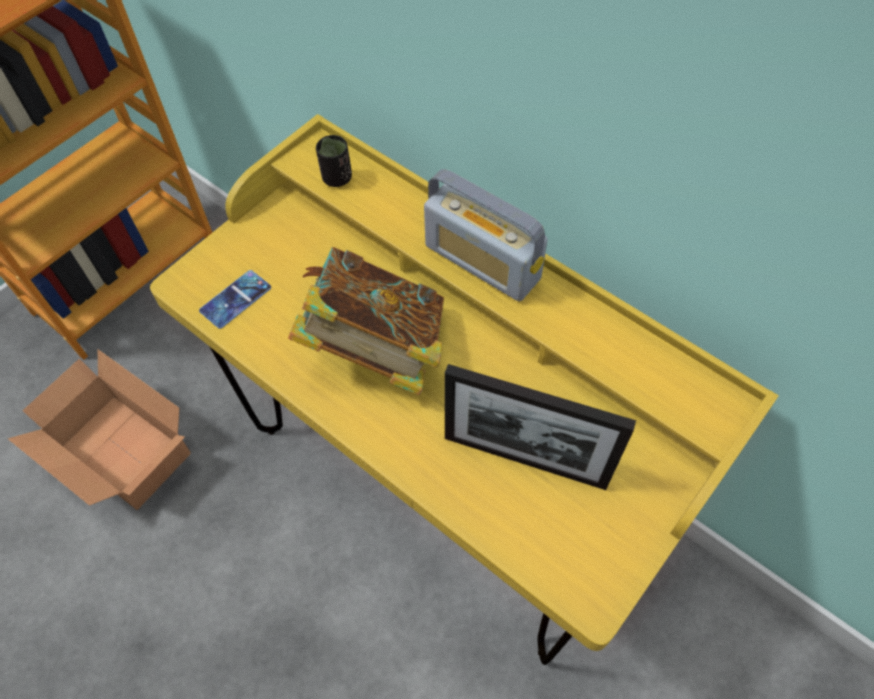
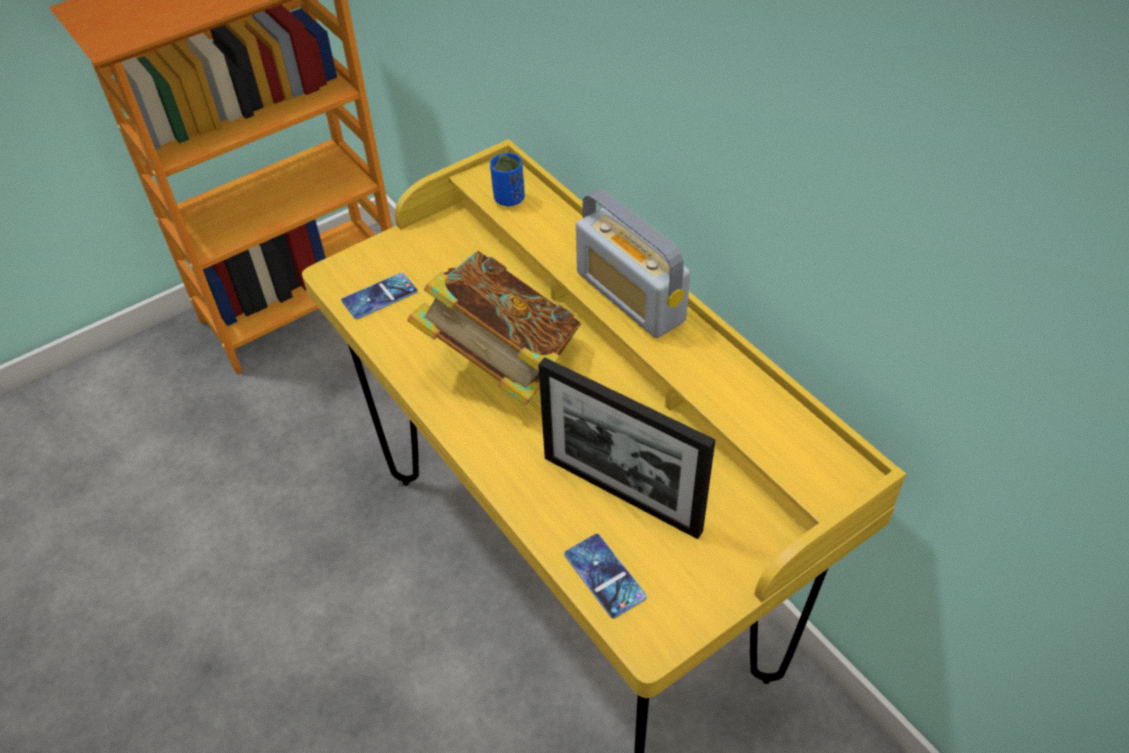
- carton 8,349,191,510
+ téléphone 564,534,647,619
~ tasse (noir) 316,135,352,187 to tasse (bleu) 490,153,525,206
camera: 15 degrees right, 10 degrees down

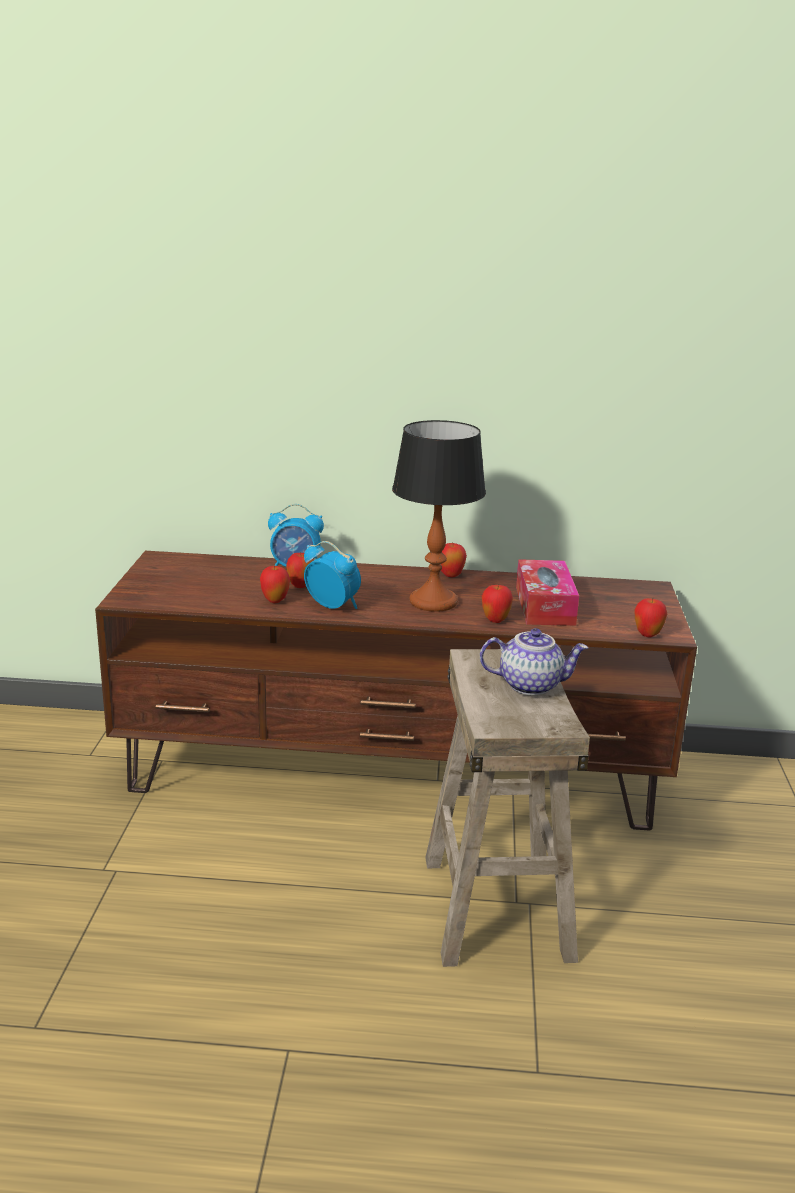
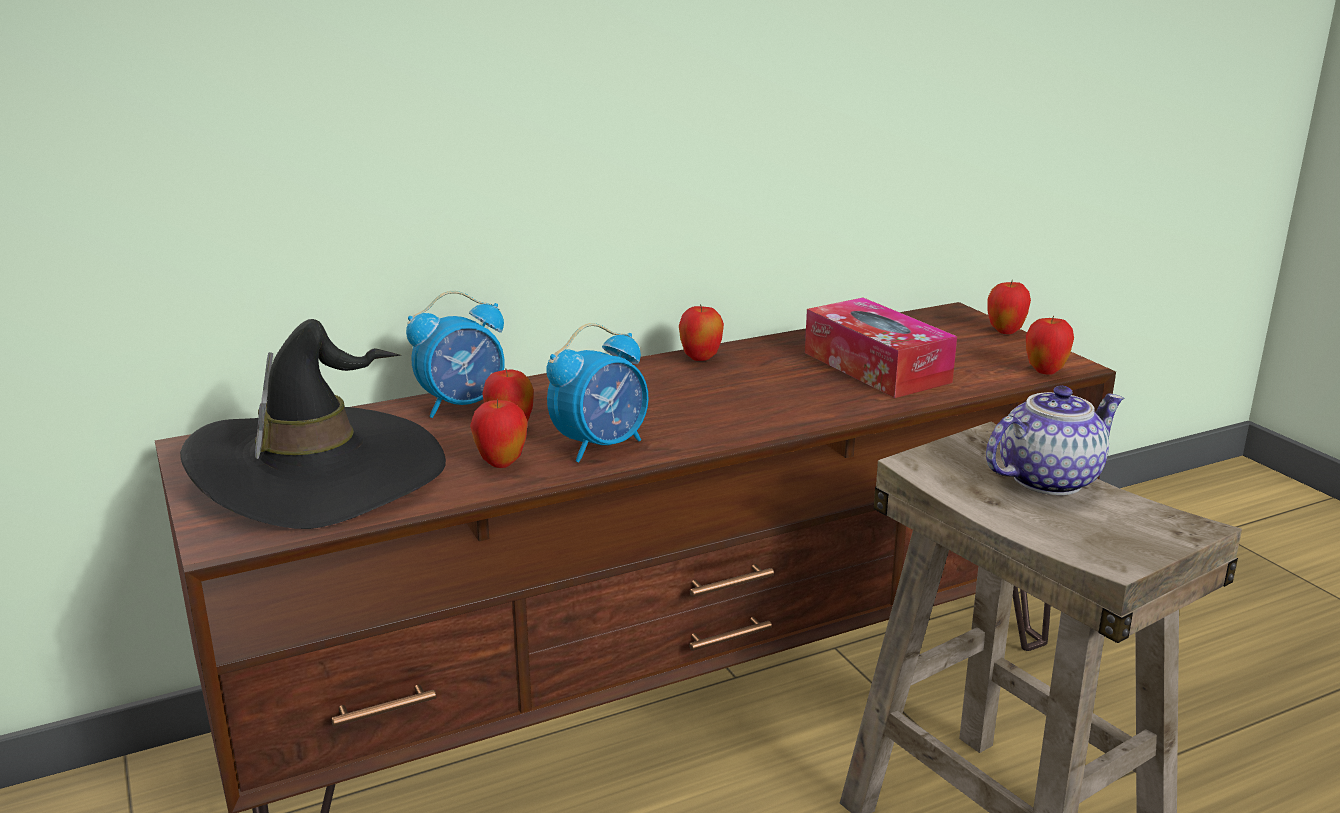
- lampe de table 392,420,486,612
+ chapeau (noir) 180,319,446,529
~ pomme 482,584,513,623 to 988,280,1031,334
~ réveil 304,541,361,609 = 546,323,648,462 135 degrees clockwise
camera: 30 degrees left, 0 degrees up

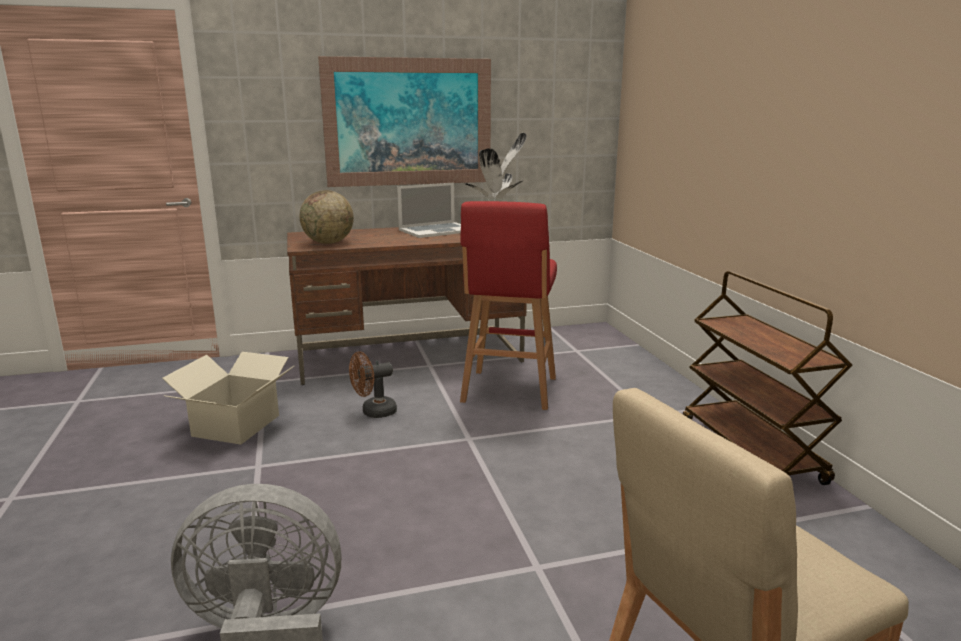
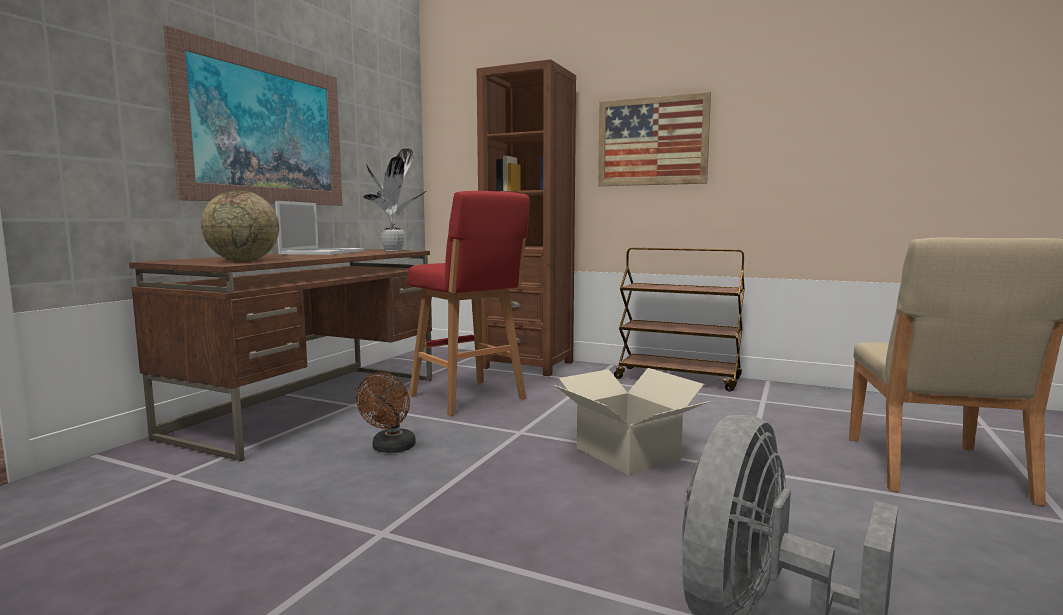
+ bibliothèque (marron) 477,59,576,376
+ tableau 598,92,711,186
~ carton 162,352,294,445 to 554,368,710,475
camera: 50 degrees left, 10 degrees down

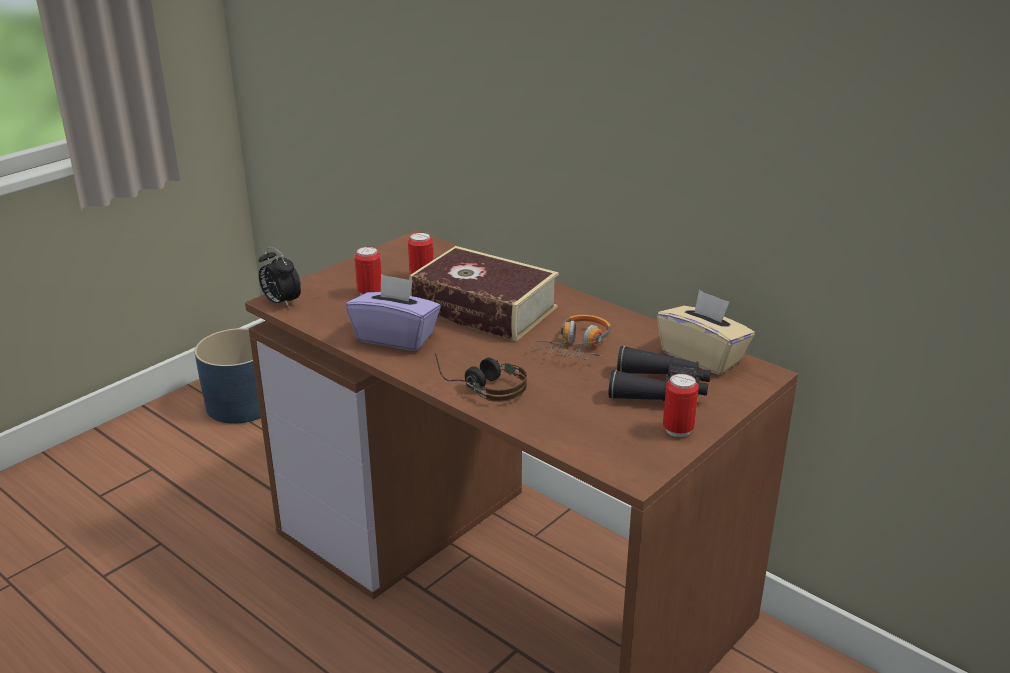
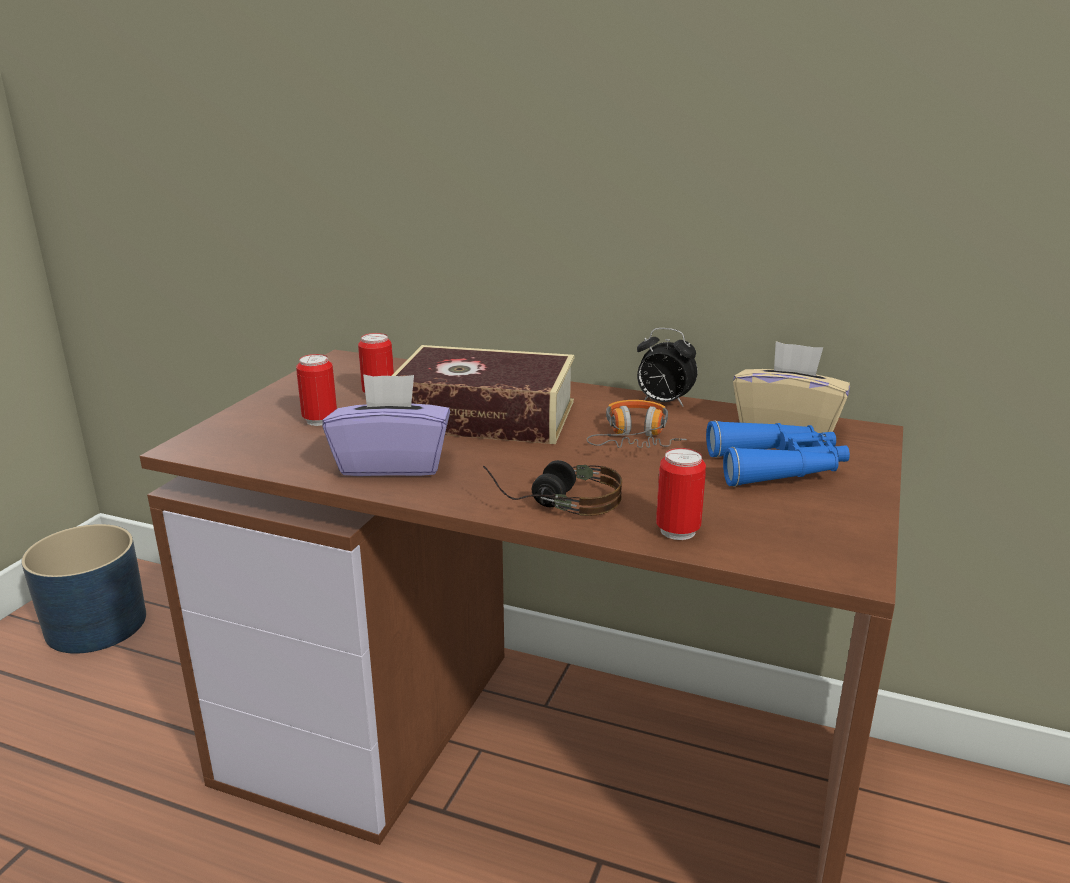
~ réveil 259,247,301,308 to 637,328,698,406
~ boîte métallique 663,373,699,437 to 656,448,706,540
~ jumelles (noir) 609,346,711,401 to jumelles (bleu) 706,420,850,487
camera: 20 degrees left, 5 degrees down

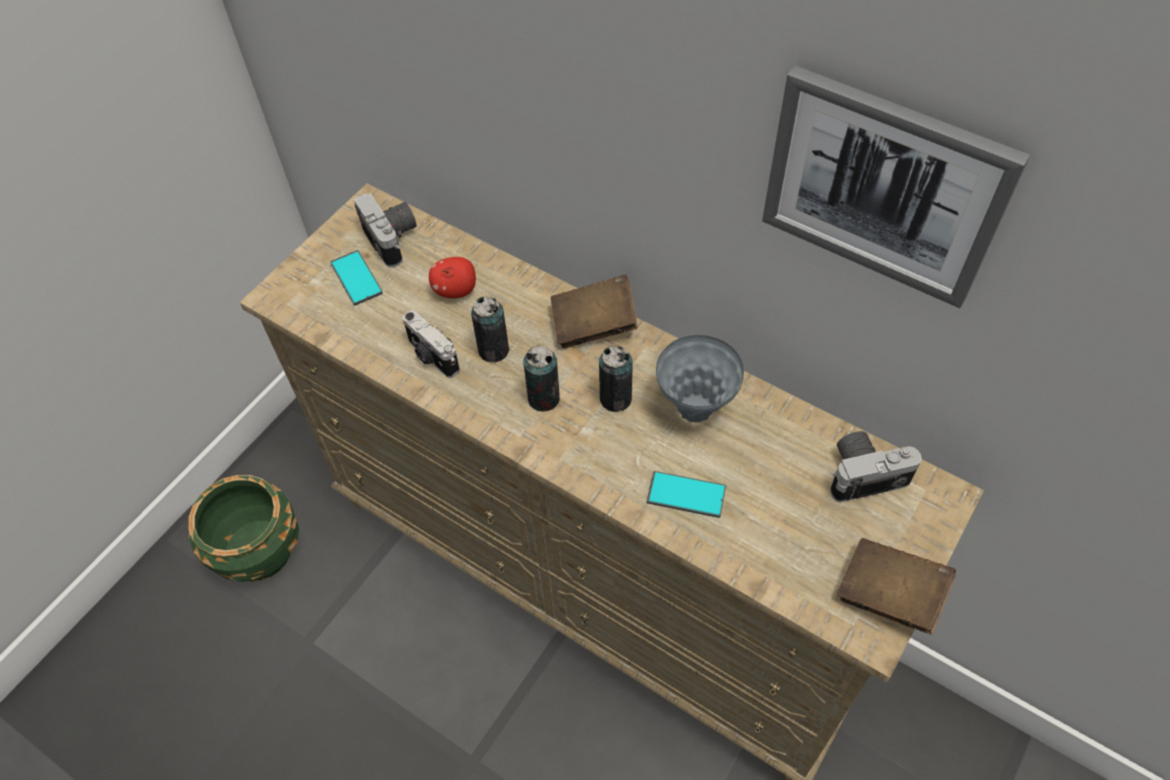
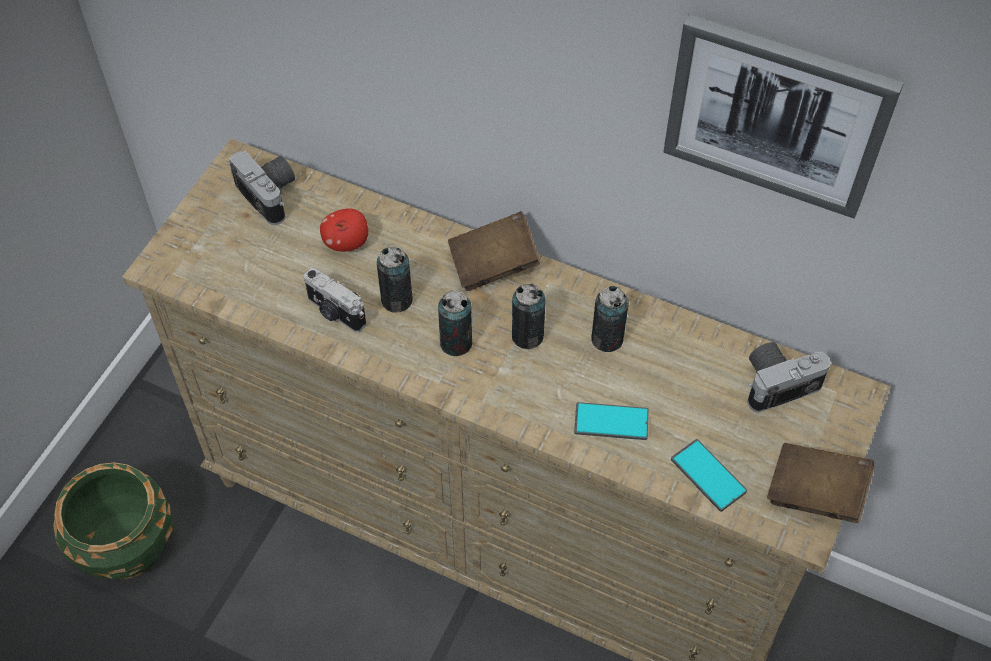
~ téléphone 330,250,383,306 to 671,439,747,512
~ vase (gris) 656,335,744,423 to boîte métallique 591,286,629,352
camera: 10 degrees left, 0 degrees up

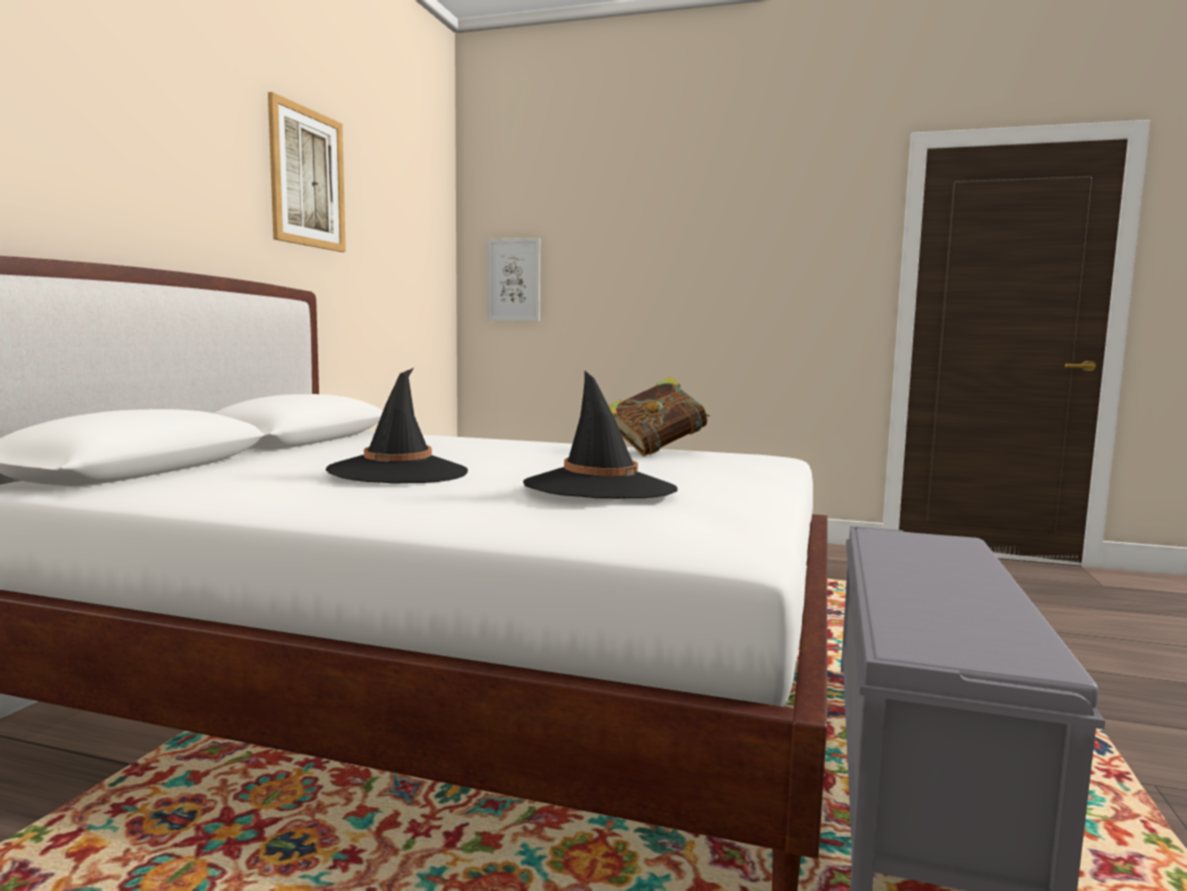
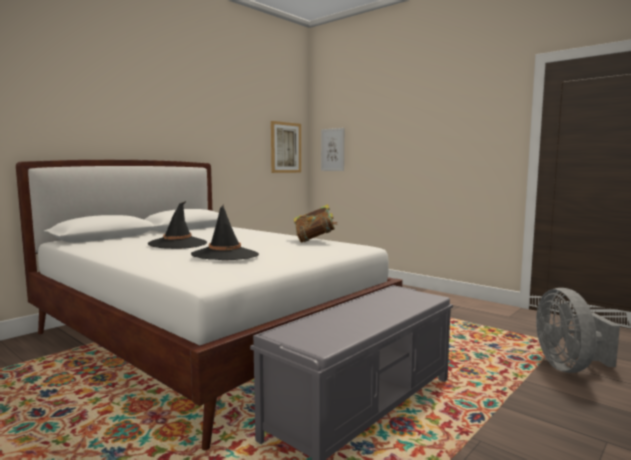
+ ventilateur (gris) 536,288,620,373
~ tableau 268,92,346,252 to 271,121,301,173
camera: 25 degrees right, 0 degrees up

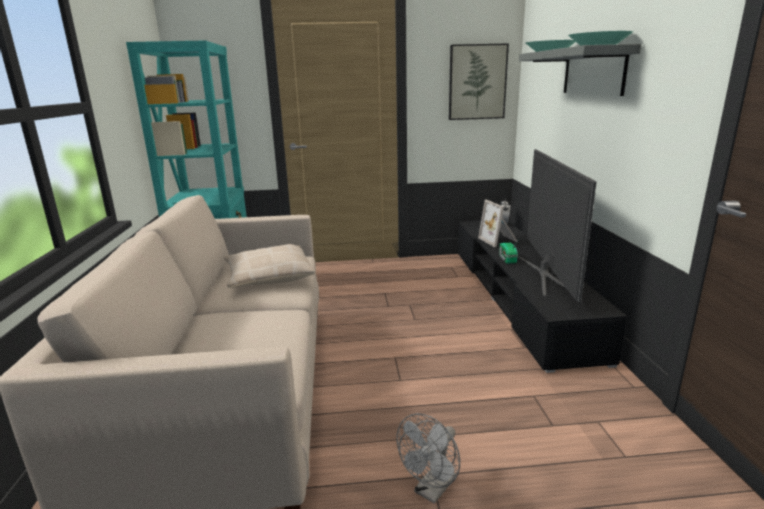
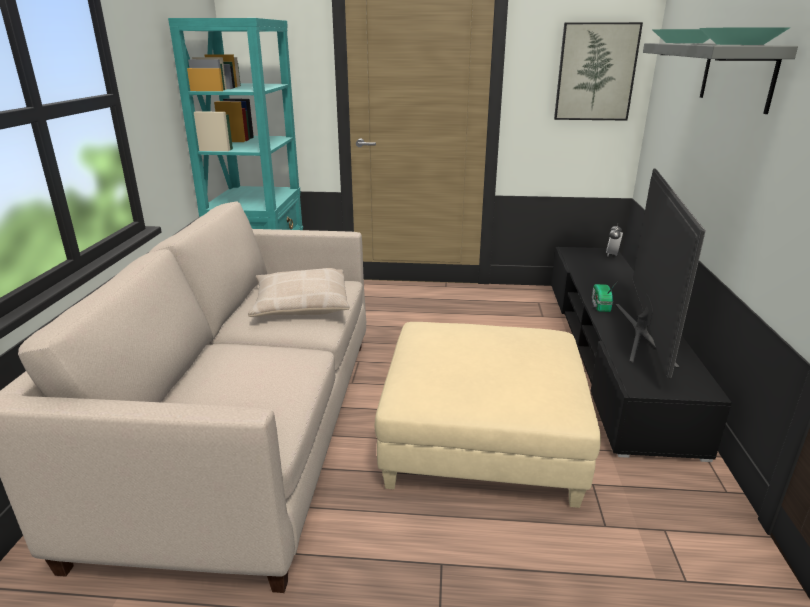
- ventilateur (gris) 396,413,460,504
- cadre photo 478,200,518,247
+ pouf (beige) 375,322,601,508
camera: 10 degrees right, 5 degrees up

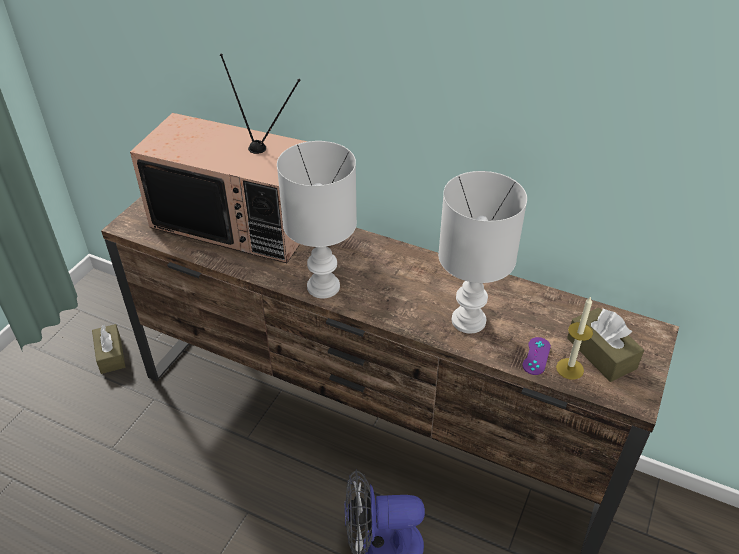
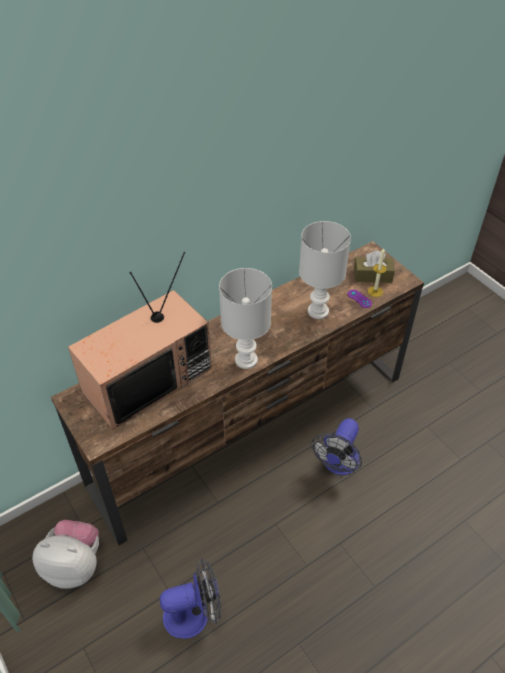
+ ventilateur 160,558,221,639
~ boîte à mouchoirs (marron) 92,324,126,374 to peluche 33,520,99,589
camera: 60 degrees left, 5 degrees up

